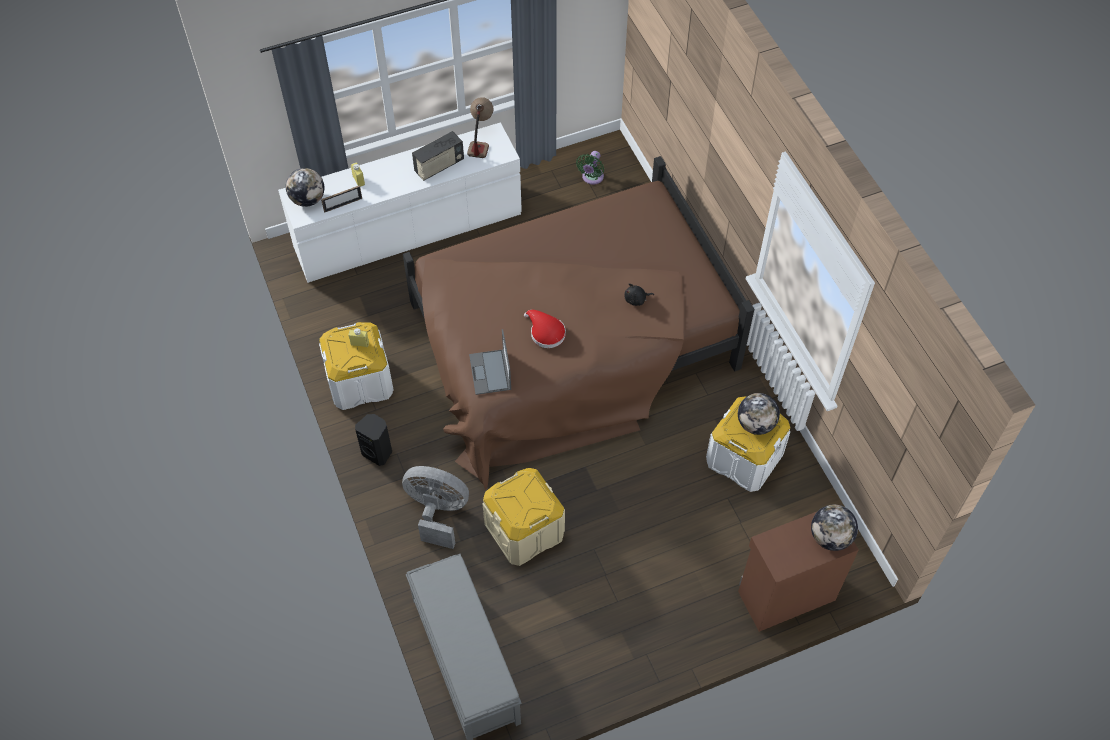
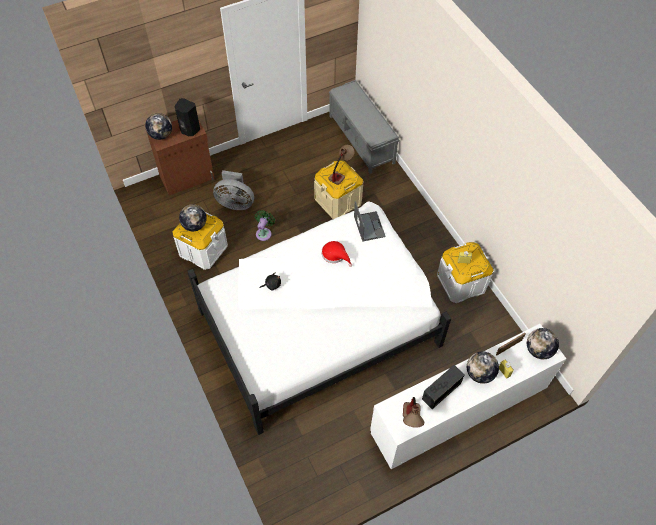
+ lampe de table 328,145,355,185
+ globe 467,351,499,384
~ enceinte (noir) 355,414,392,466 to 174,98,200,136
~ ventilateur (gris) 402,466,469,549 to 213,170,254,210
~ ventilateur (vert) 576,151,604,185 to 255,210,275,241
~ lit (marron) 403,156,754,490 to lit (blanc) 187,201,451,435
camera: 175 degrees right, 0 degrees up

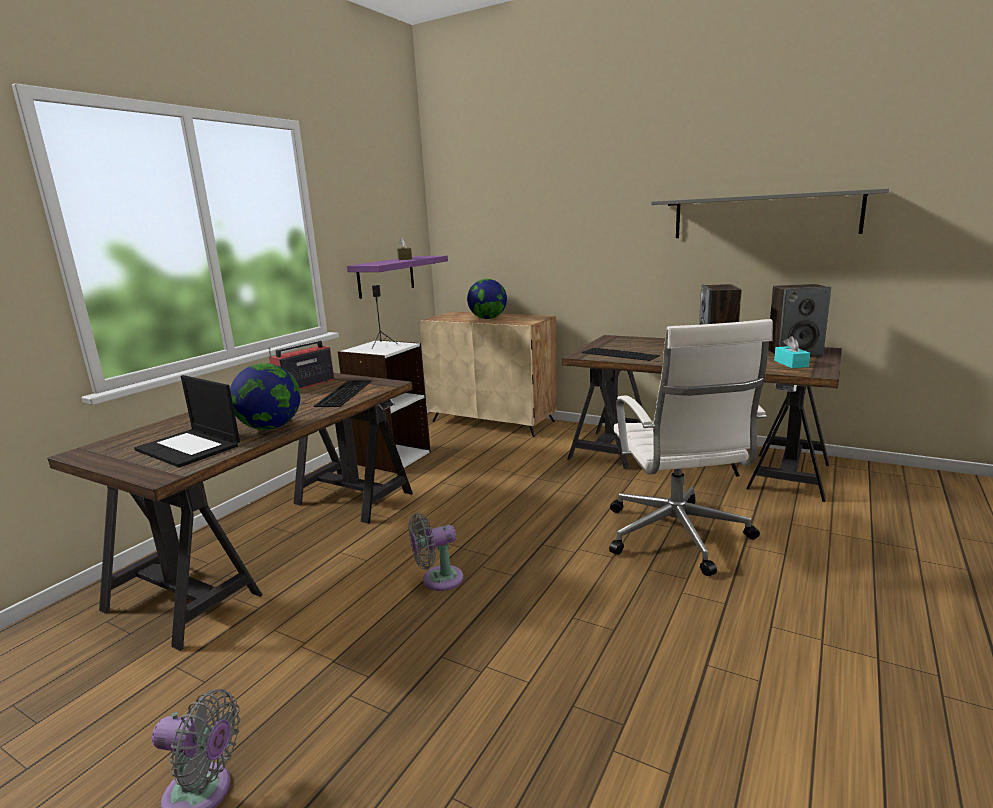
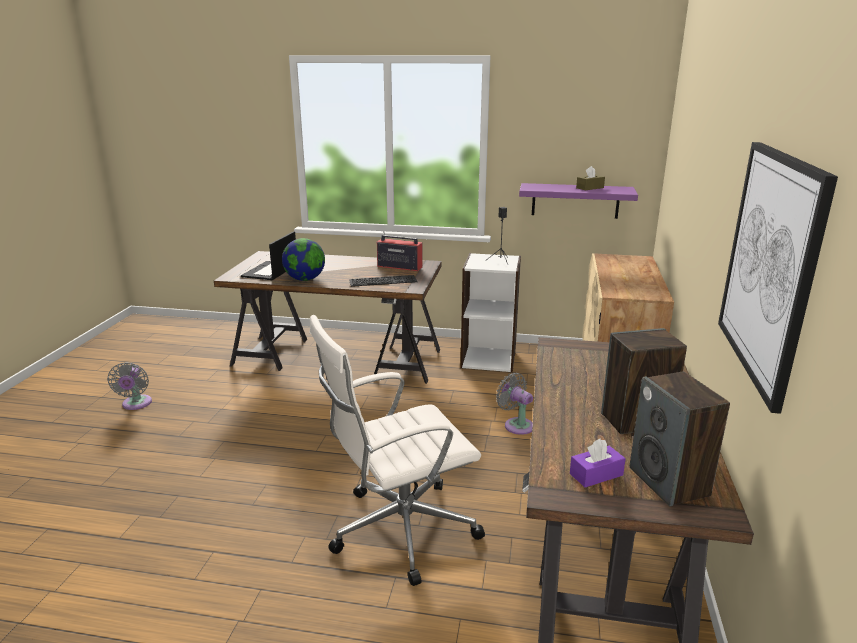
- globe 467,279,507,319
- clavier 582,348,660,361
~ ventilateur (gris) 409,513,463,591 to 496,373,533,435
~ étagère (gris) 651,188,889,238 to tableau 718,142,838,414
~ boîte à mouchoirs (turquoise) 774,336,810,368 to boîte à mouchoirs (violet) 570,438,626,487
camera: 70 degrees right, 5 degrees up

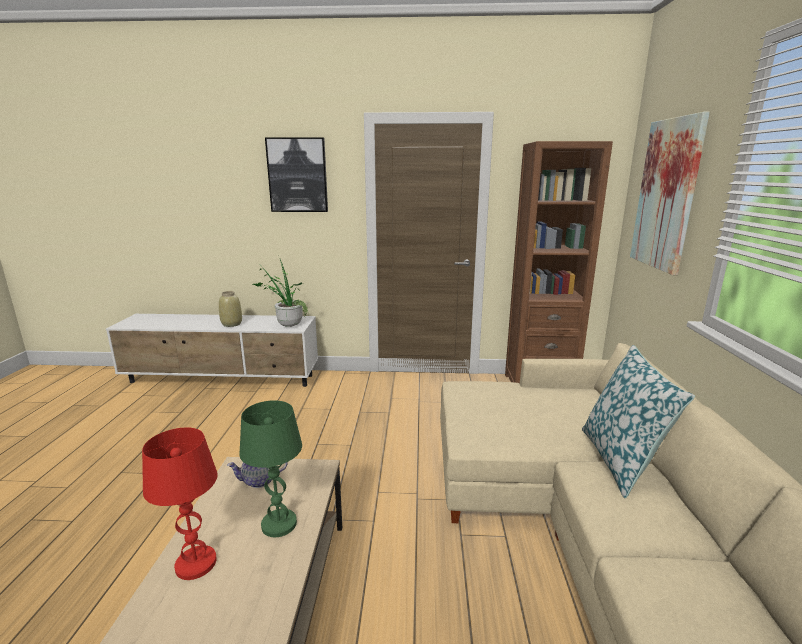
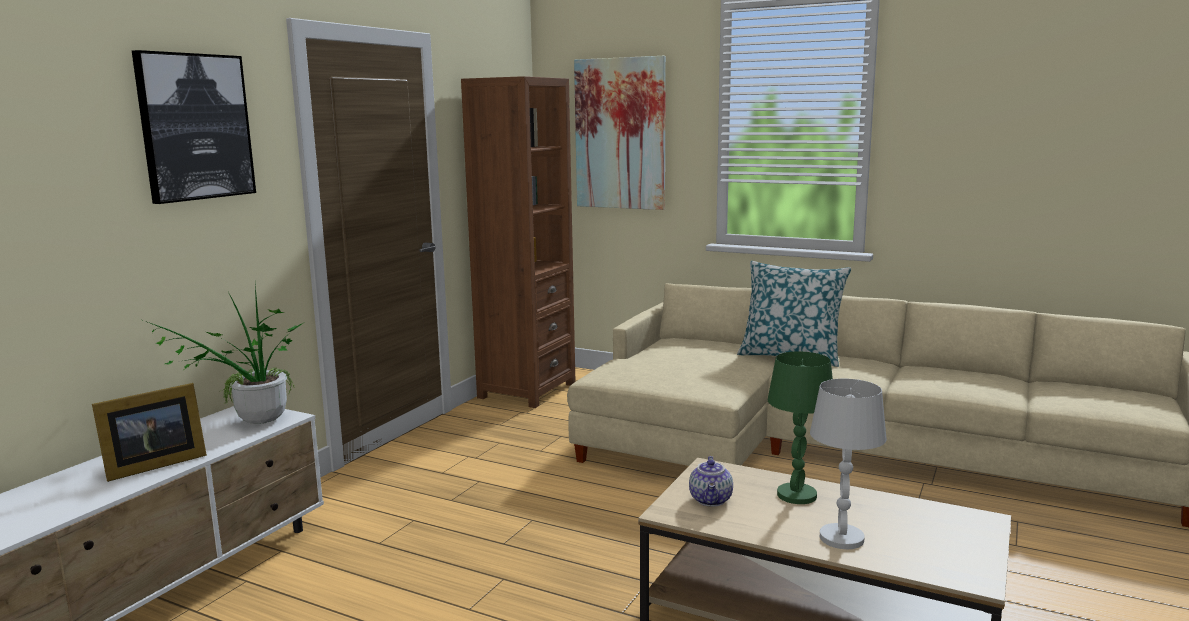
~ vase (beige) 219,291,242,327 to cadre photo 92,383,207,482
~ lampe de table (rouge) 142,428,218,580 to lampe de table (blanc) 810,379,887,549
camera: 65 degrees left, 5 degrees down

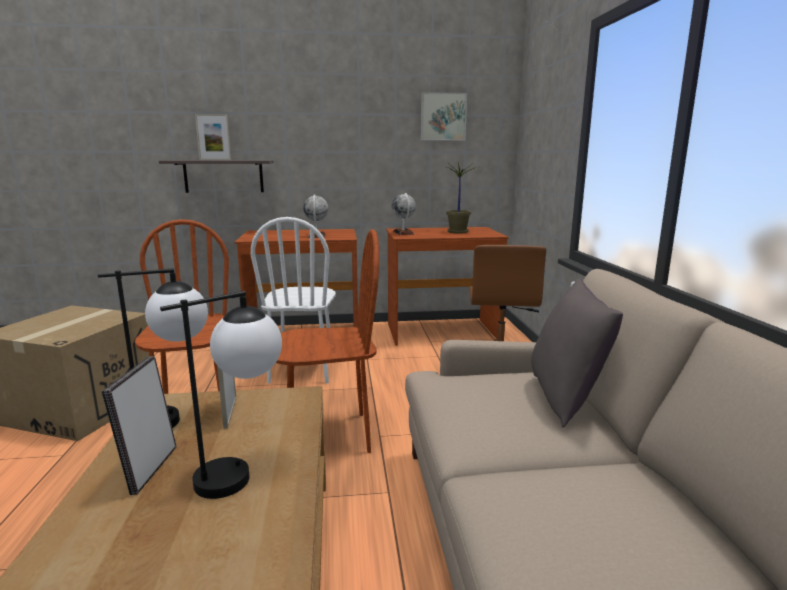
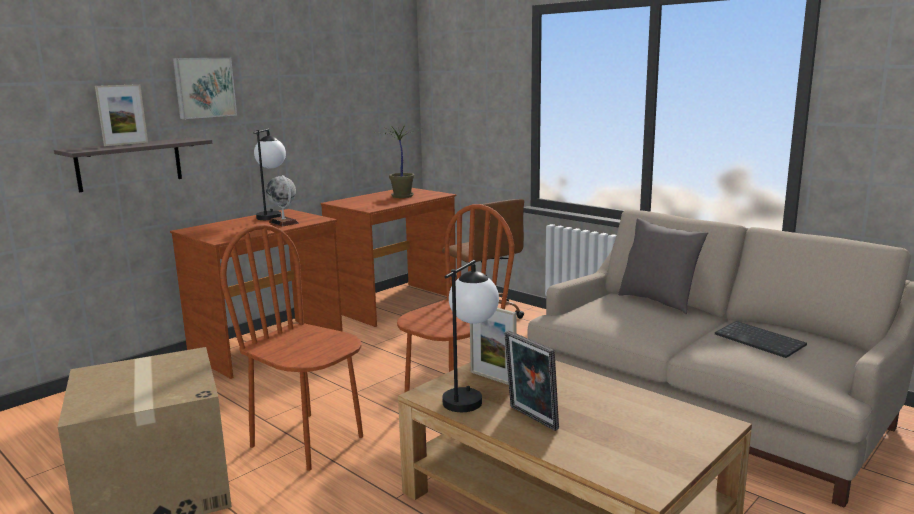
- chaise (blanc) 251,217,336,384
- globe 392,193,416,235
+ clavier 715,321,807,358
~ lampe de table 160,291,282,499 to 253,128,286,220
~ tableau 421,92,467,141 to 173,58,237,119
camera: 40 degrees left, 0 degrees up

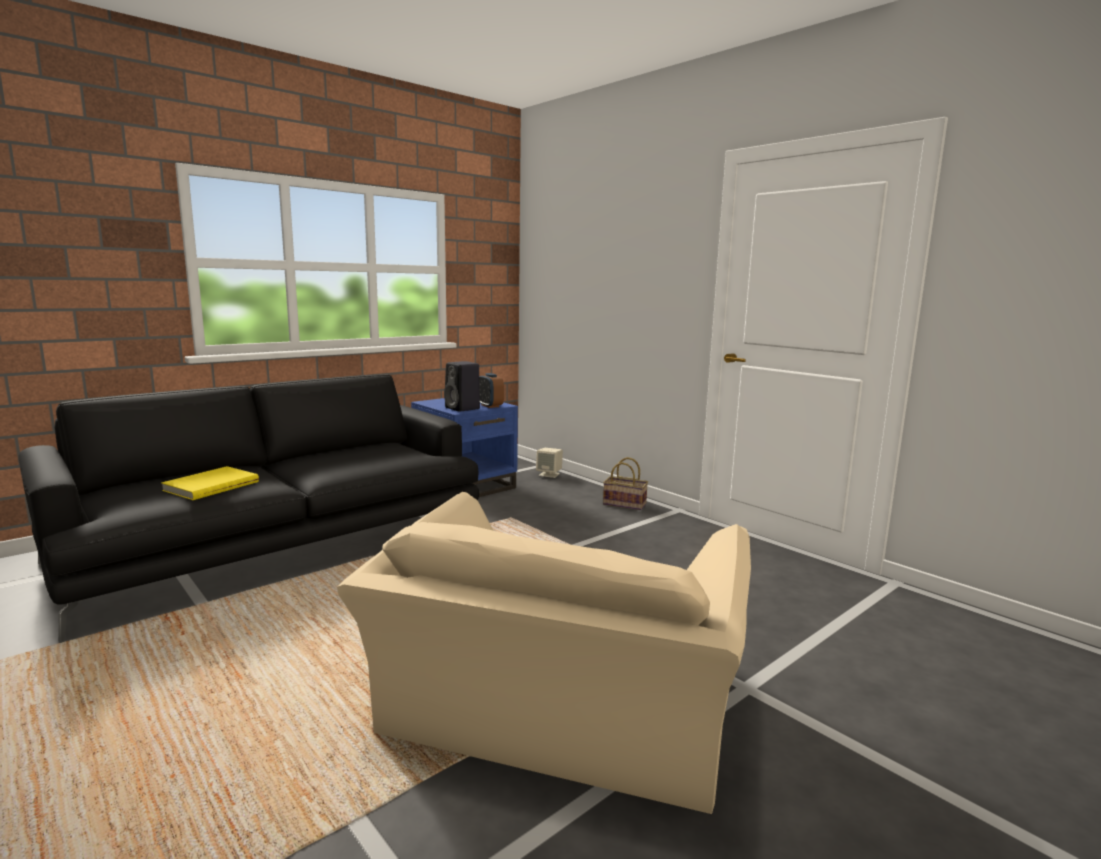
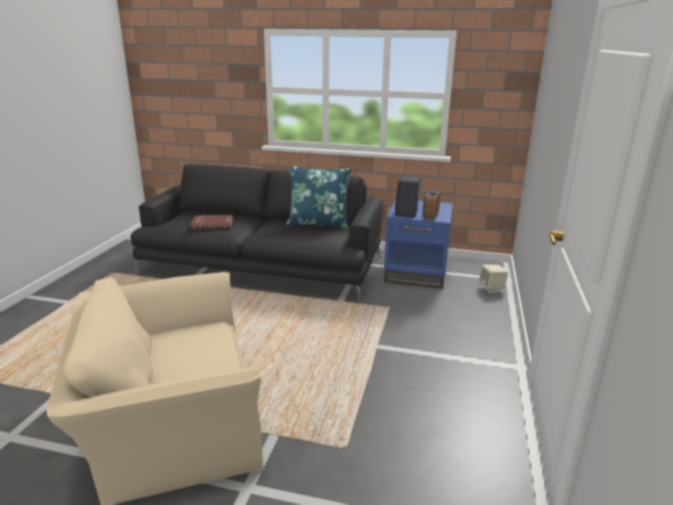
- panier 603,457,648,510
+ coussin (bleu) 286,166,352,229
~ livre (jaune) 161,466,259,500 to livre (rouge) 190,215,233,229
camera: 55 degrees right, 10 degrees up

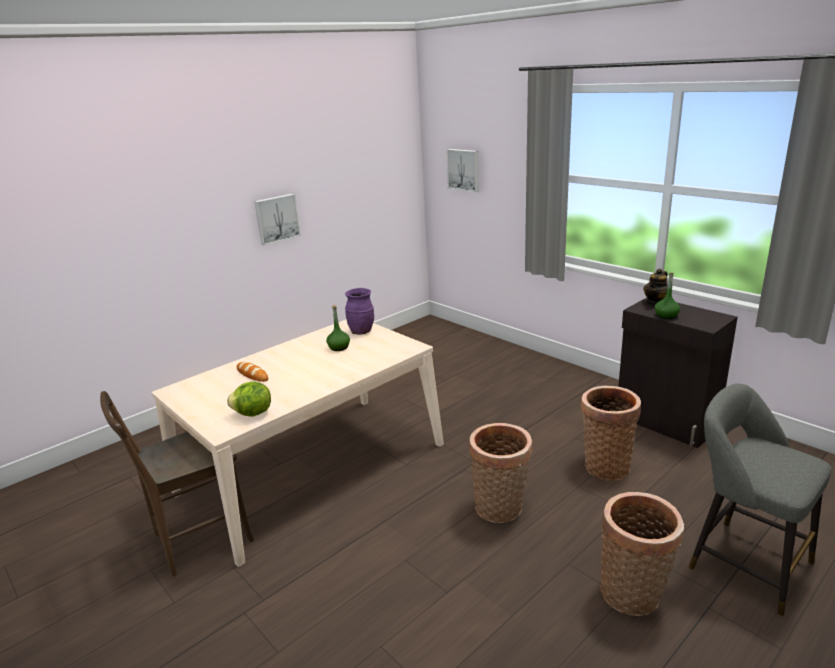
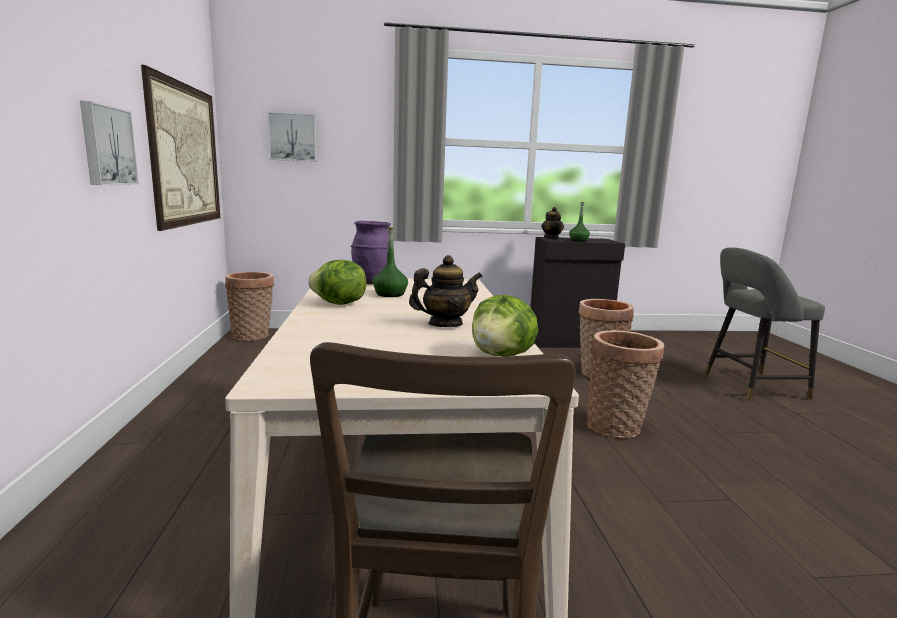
- pain 237,362,268,382
+ tableau 141,65,220,231
+ laitue 308,260,366,305
+ théière 409,255,482,327
~ panier 601,492,684,616 to 225,272,274,341
camera: 55 degrees left, 10 degrees down

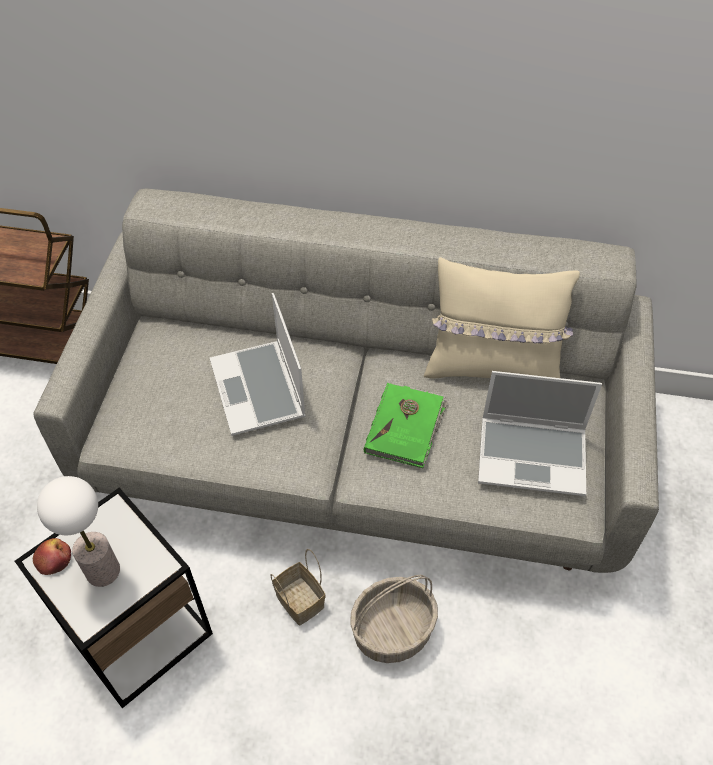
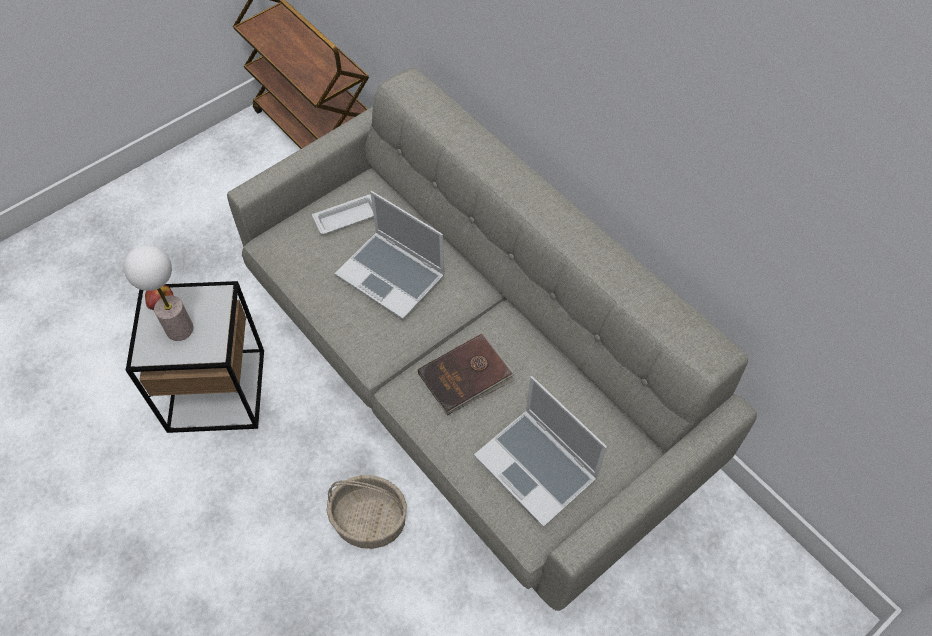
- panier 270,549,325,625
- coussin (beige) 424,257,580,379
+ plateau (blanc) 312,194,374,234
~ livre (vert) 364,383,448,468 to livre (marron) 418,334,516,415
~ ordinateur portable 210,293,306,436 = 335,191,445,320 75 degrees counterclockwise
camera: 40 degrees right, 5 degrees up

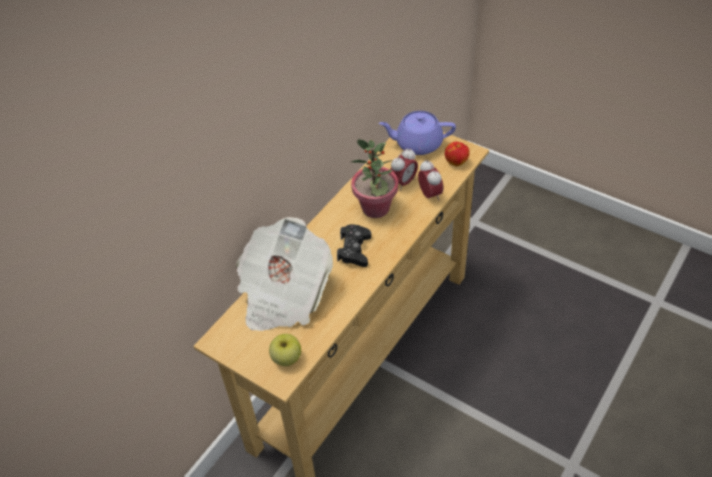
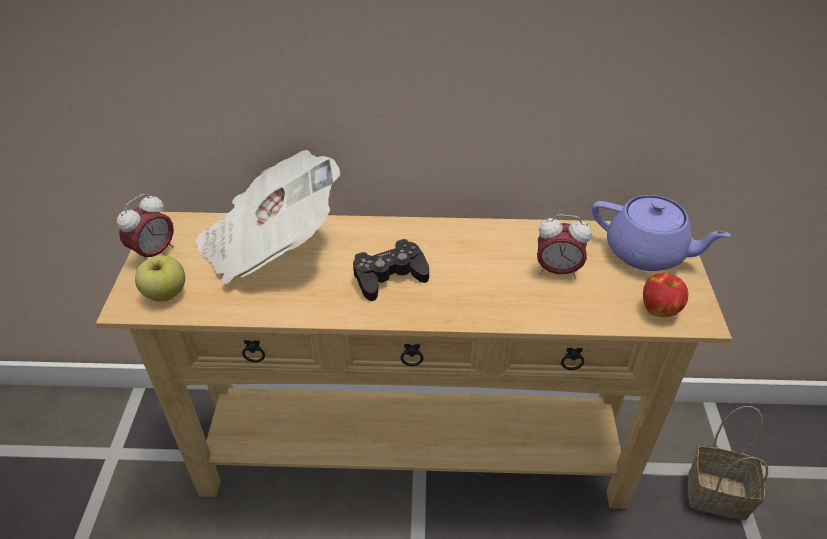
- plante en pot 351,139,398,218
+ panier 688,406,768,520
~ réveil 418,160,443,201 to 117,194,174,260
~ théière (violet) 379,111,456,155 = 592,195,731,271 150 degrees clockwise
camera: 55 degrees right, 5 degrees down

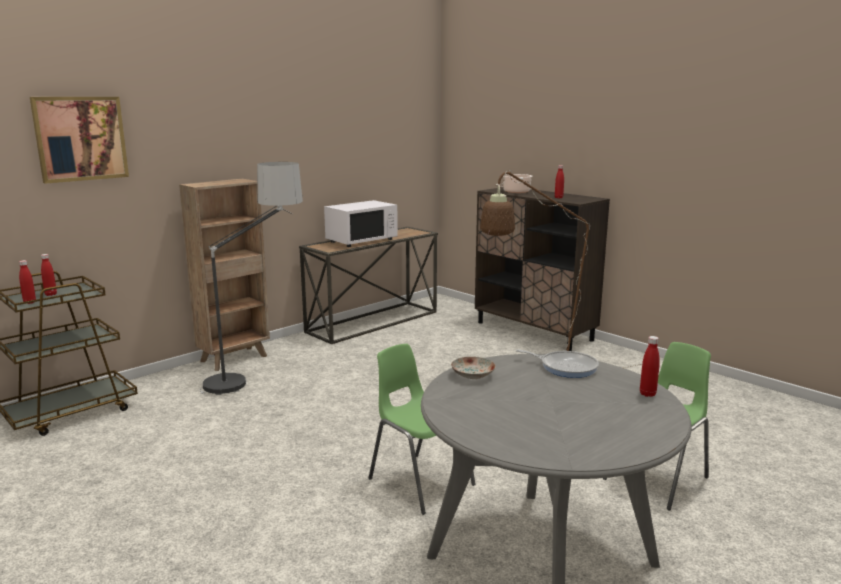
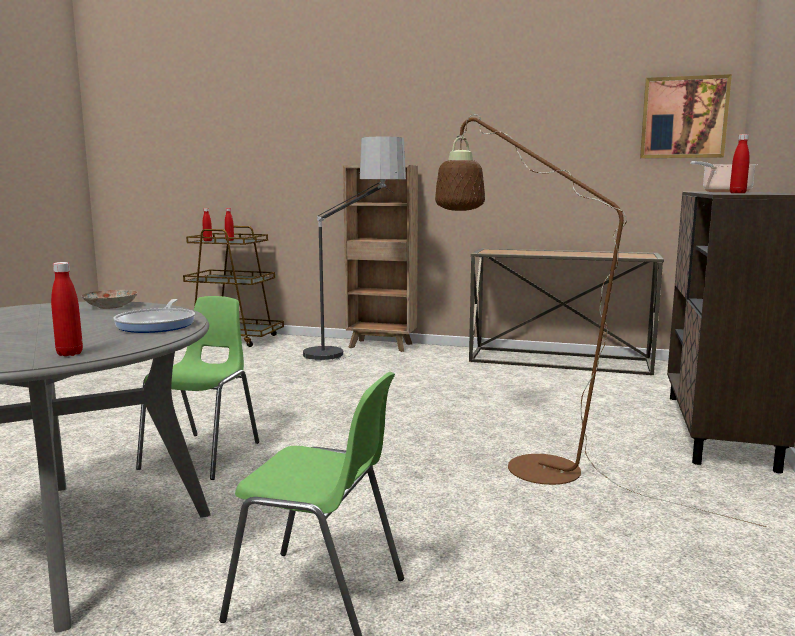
- micro-ondes (blanc) 324,200,398,247
~ tableau 30,97,129,184 to 640,74,732,158
camera: 60 degrees right, 5 degrees down

